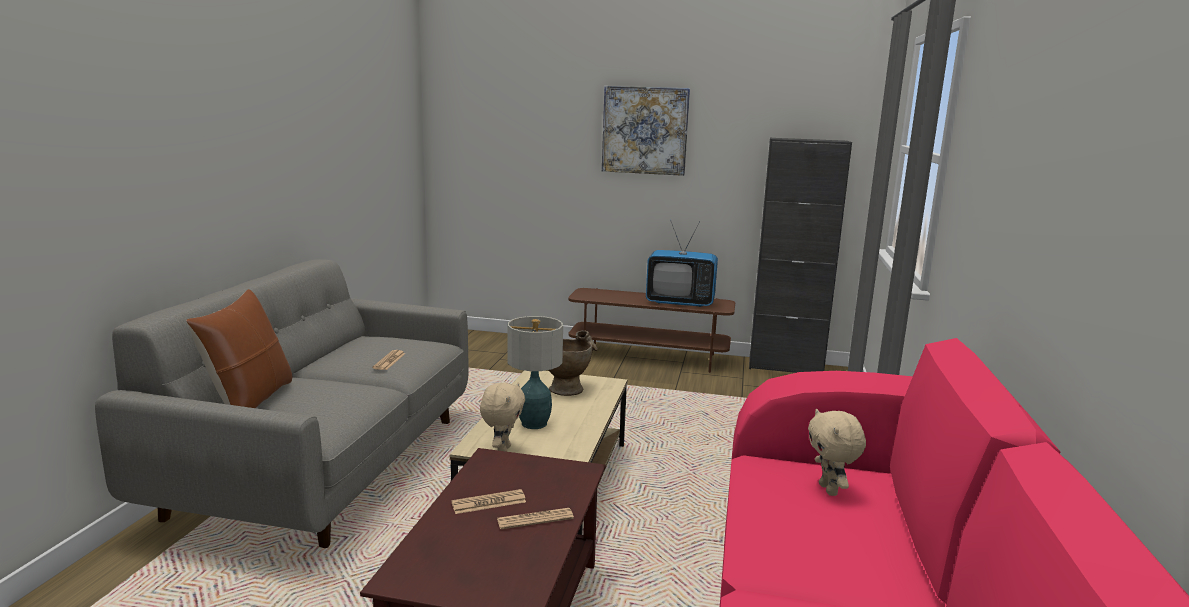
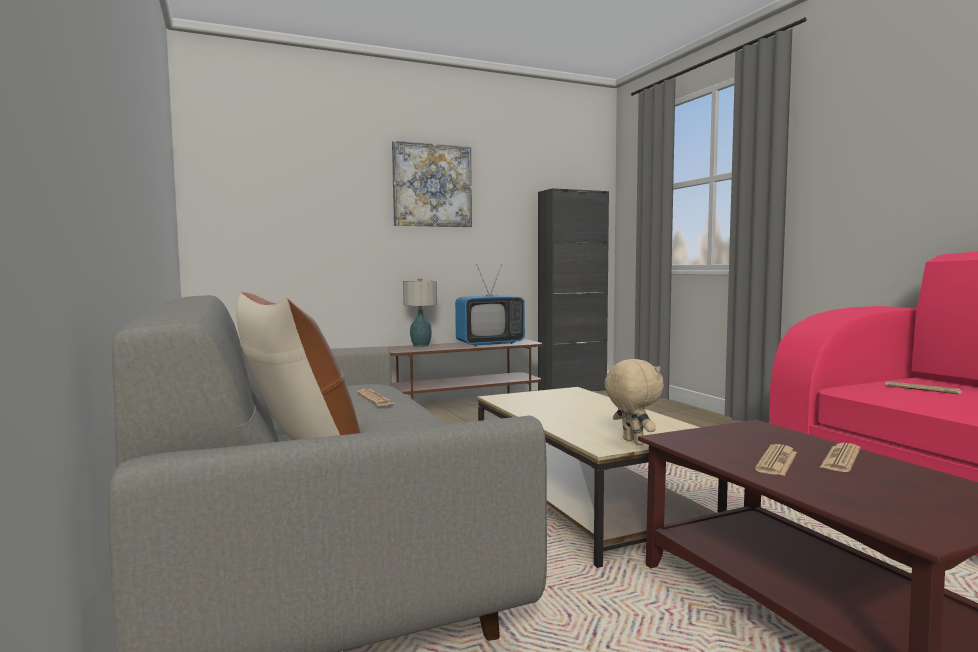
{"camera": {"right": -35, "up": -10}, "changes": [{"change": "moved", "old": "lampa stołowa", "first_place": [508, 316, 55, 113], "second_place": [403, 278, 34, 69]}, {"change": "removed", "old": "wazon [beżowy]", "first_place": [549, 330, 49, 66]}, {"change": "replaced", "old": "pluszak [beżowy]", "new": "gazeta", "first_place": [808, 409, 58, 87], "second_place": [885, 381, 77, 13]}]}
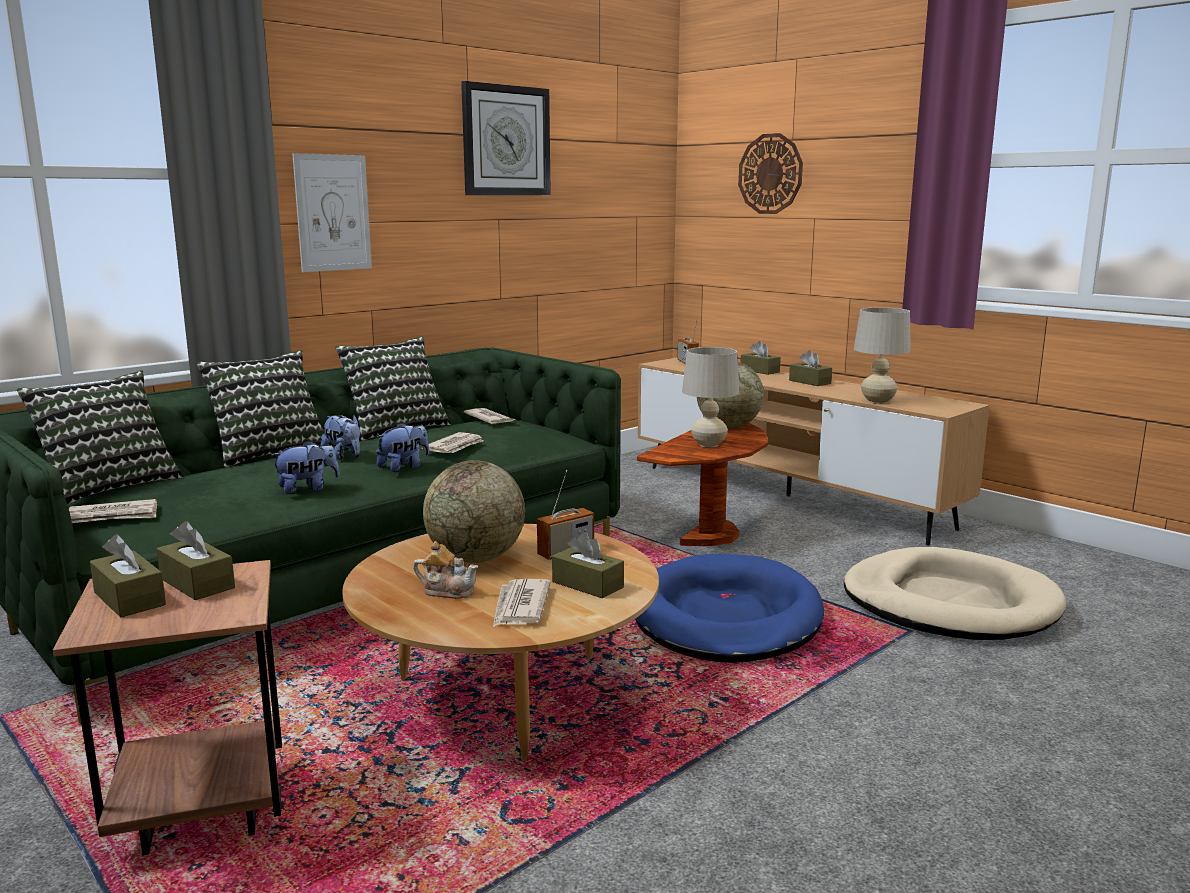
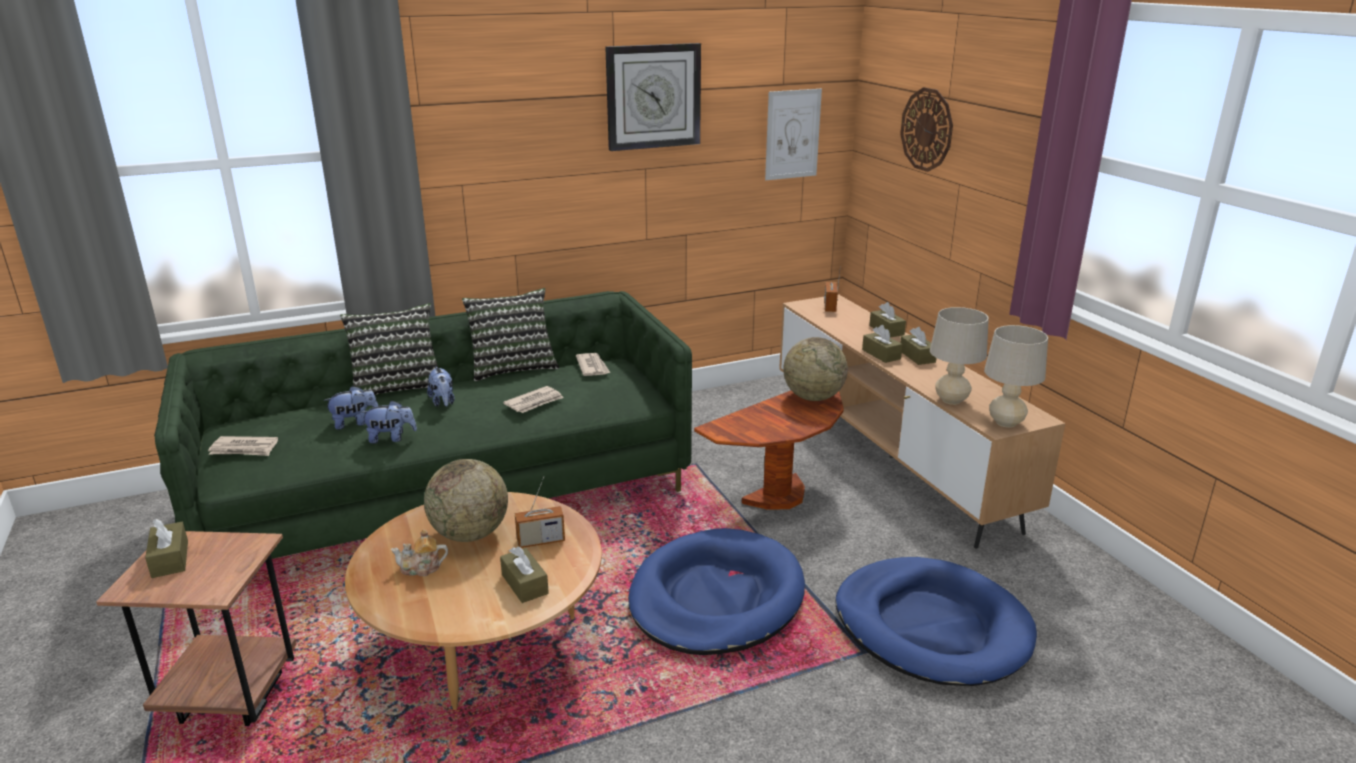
{"camera": {"right": 20, "up": 10}, "changes": [{"change": "removed", "old": "poduszka", "first_place": [17, 370, 167, 135]}, {"change": "moved", "old": "pudełko chusteczek [brązowy]", "first_place": [157, 521, 78, 79], "second_place": [862, 325, 41, 38]}, {"change": "moved", "old": "obraz", "first_place": [292, 153, 80, 119], "second_place": [765, 89, 57, 91]}, {"change": "moved", "old": "pluszak", "first_place": [376, 422, 53, 50], "second_place": [323, 386, 55, 44]}, {"change": "turned", "old": "imbryk", "first_place": [413, 541, 65, 58], "second_place": [391, 529, 57, 47], "degrees": 135}, {"change": "removed", "old": "gazeta", "first_place": [493, 579, 58, 48]}, {"change": "moved", "old": "lampa stołowa [beżowy]", "first_place": [682, 347, 57, 100], "second_place": [984, 325, 64, 103]}, {"change": "recoloured", "old": "legowisko [beżowy]", "new": "legowisko [niebieski]", "first_place": [844, 547, 223, 93], "second_place": [836, 557, 201, 129]}]}
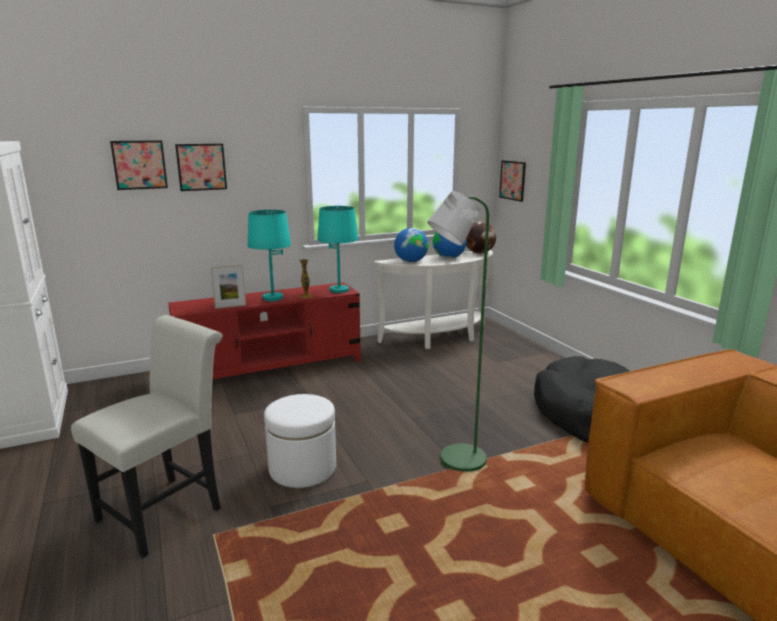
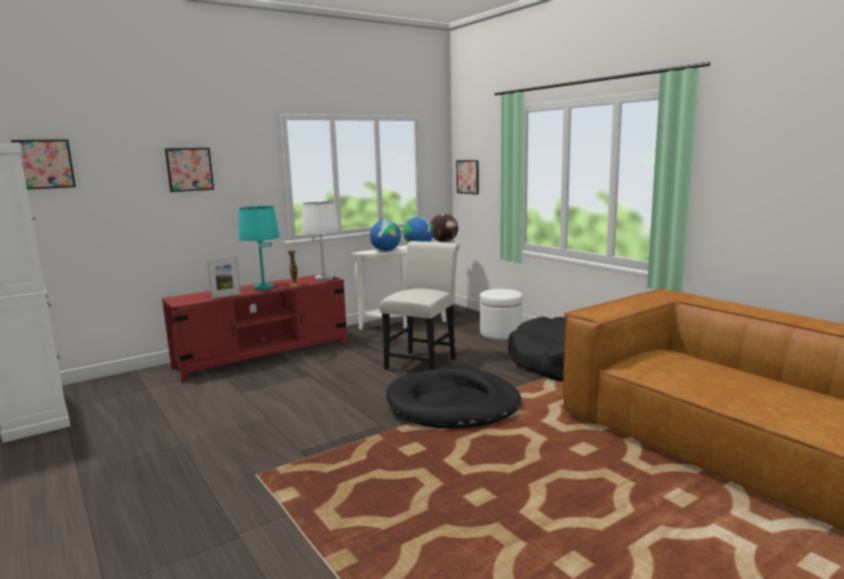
{"camera": {"right": -10, "up": -5}, "changes": [{"change": "moved", "old": "krzesło [biały]", "first_place": [71, 315, 152, 243], "second_place": [380, 241, 80, 129]}, {"change": "moved", "old": "obraz", "first_place": [110, 140, 58, 50], "second_place": [11, 139, 65, 51]}, {"change": "moved", "old": "pufa [biały]", "first_place": [264, 394, 72, 94], "second_place": [480, 289, 43, 51]}, {"change": "recoloured", "old": "lampa stołowa [turkusowy]", "new": "lampa stołowa [biały]", "first_place": [317, 206, 41, 87], "second_place": [302, 202, 38, 79]}, {"change": "replaced", "old": "lampa stojąca [zielony]", "new": "legowisko [czarny]", "first_place": [427, 191, 62, 281], "second_place": [386, 368, 136, 60]}]}
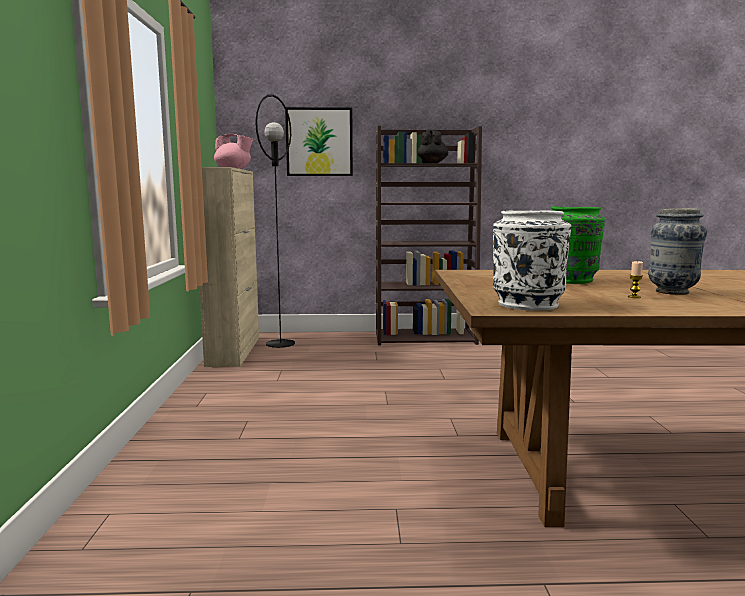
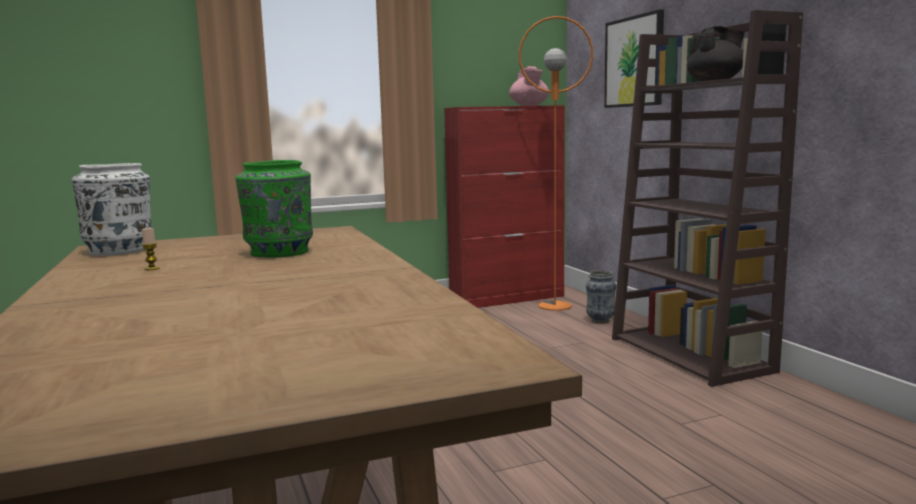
{"camera": {"right": 70, "up": 0}, "changes": [{"change": "recoloured", "old": "szafka [beżowy]", "new": "szafka [czerwony]", "first_place": [199, 167, 60, 200], "second_place": [444, 105, 121, 203]}, {"change": "recoloured", "old": "lampa stojąca [czarny]", "new": "lampa stojąca [pomarańczowy]", "first_place": [255, 94, 40, 254], "second_place": [519, 16, 74, 295]}, {"change": "moved", "old": "wazon", "first_place": [648, 208, 59, 87], "second_place": [586, 270, 30, 54]}]}
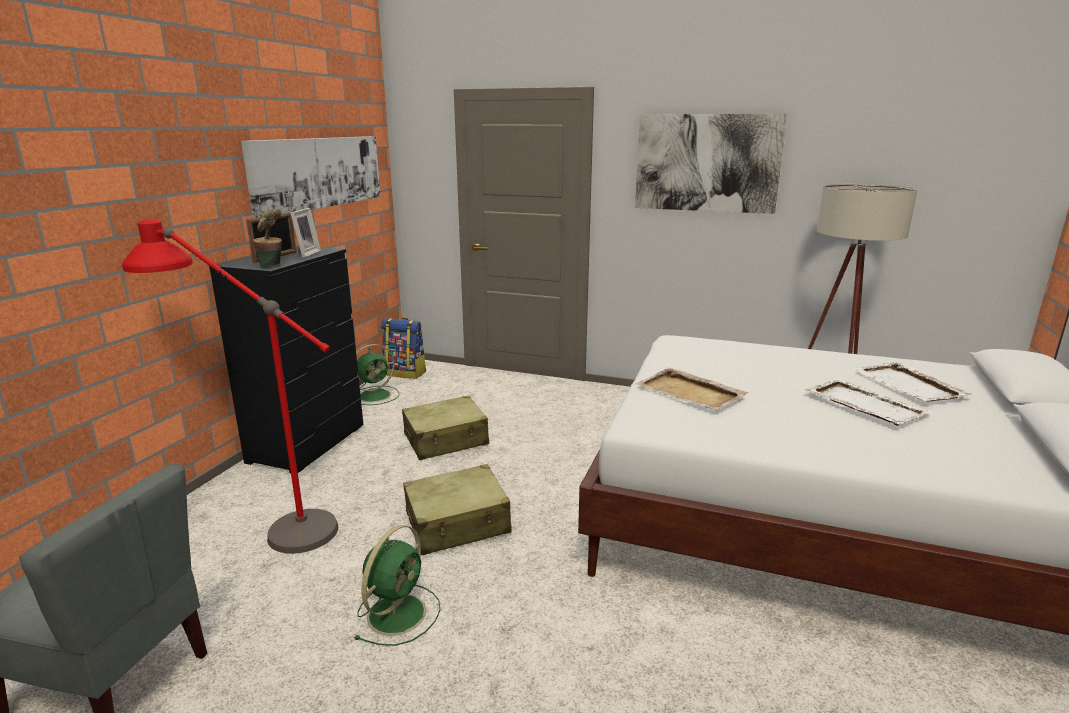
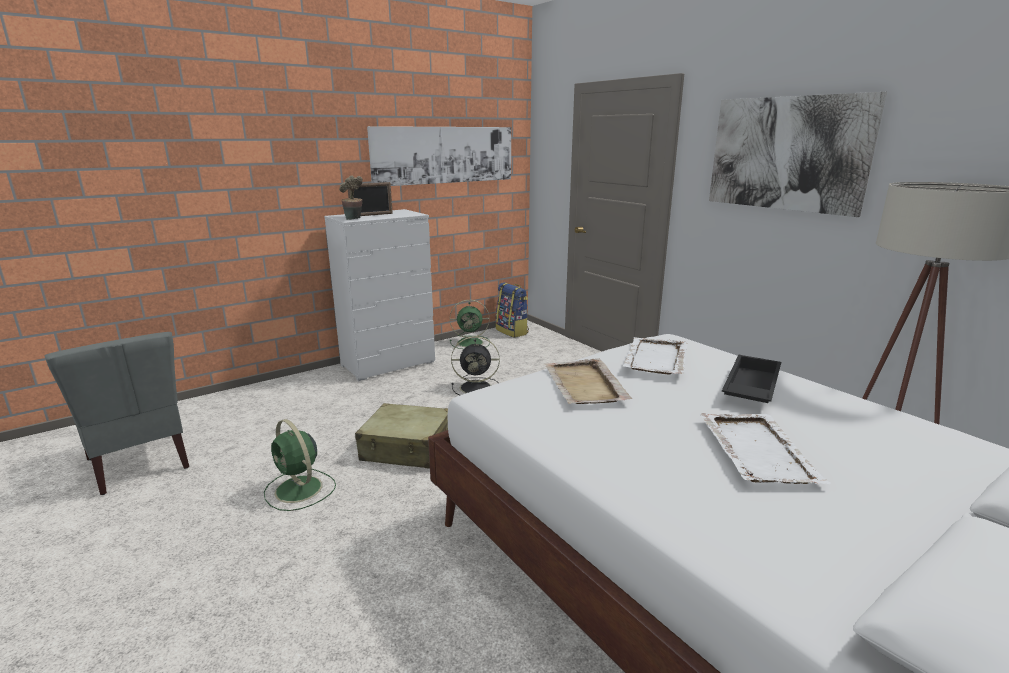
{"camera": {"right": 35, "up": 0}, "changes": [{"change": "removed", "old": "lampa stojąca [czerwony]", "first_place": [122, 219, 216, 335]}, {"change": "recoloured", "old": "komoda [czarny]", "new": "komoda [biały]", "first_place": [209, 245, 154, 228], "second_place": [324, 209, 111, 172]}, {"change": "removed", "old": "ramka na zdjęcie", "first_place": [291, 208, 30, 50]}, {"change": "turned", "old": "wentylator [zielony]", "first_place": [353, 525, 87, 121], "second_place": [264, 419, 72, 92], "degrees": 75}, {"change": "replaced", "old": "walizka [beżowy]", "new": "wentylator [czarny]", "first_place": [402, 396, 87, 64], "second_place": [451, 336, 49, 59]}, {"change": "moved", "old": "taca [biały]", "first_place": [854, 362, 119, 40], "second_place": [623, 337, 65, 37]}, {"change": "added", "new": "taca [czarny]", "second_place": [722, 354, 59, 49]}]}
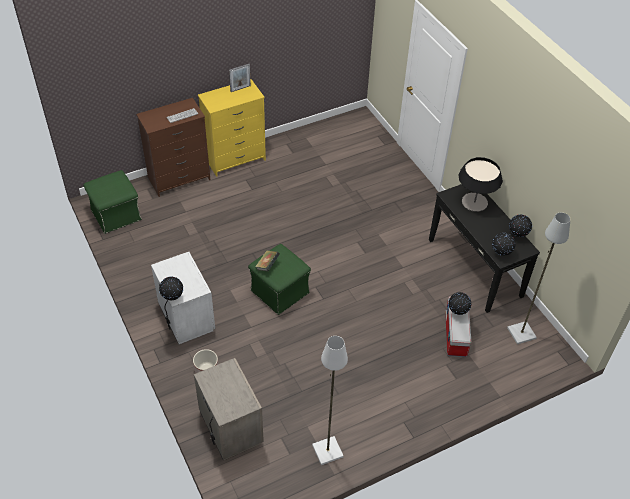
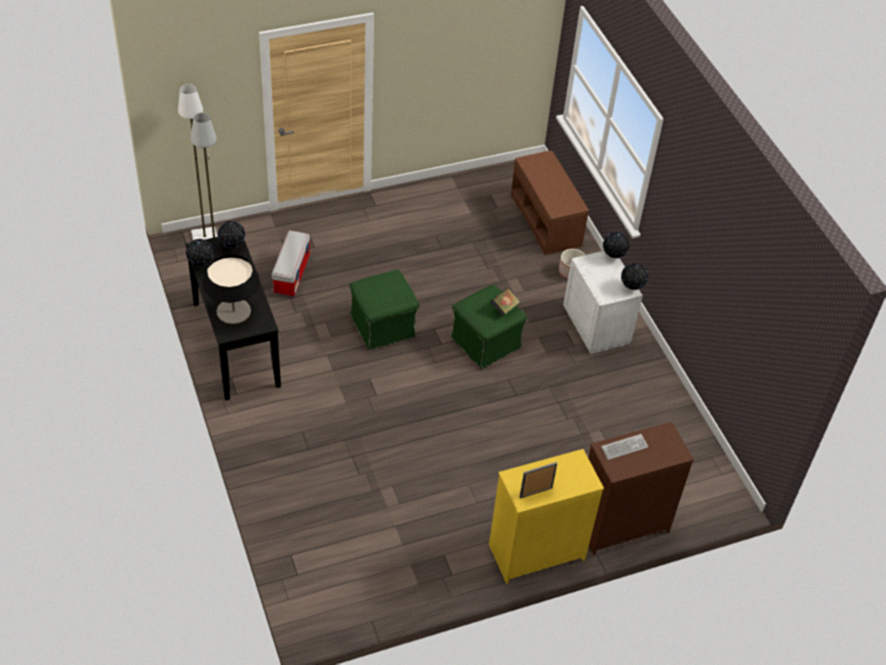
{"camera": {"right": -175, "up": 0}, "changes": [{"change": "moved", "old": "pufa [zielony]", "first_place": [83, 170, 59, 64], "second_place": [349, 270, 70, 80]}, {"change": "replaced", "old": "szafka nocna [beżowy]", "new": "ławka [brązowy]", "first_place": [194, 358, 70, 103], "second_place": [511, 150, 78, 105]}, {"change": "moved", "old": "lampa stojąca [biały]", "first_place": [312, 336, 36, 129], "second_place": [178, 84, 39, 156]}, {"change": "moved", "old": "globus", "first_place": [448, 292, 23, 23], "second_place": [621, 263, 27, 27]}]}
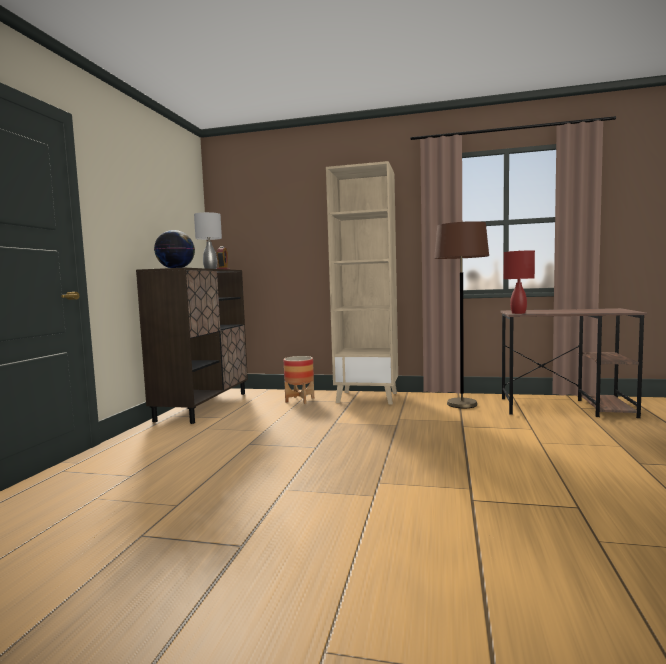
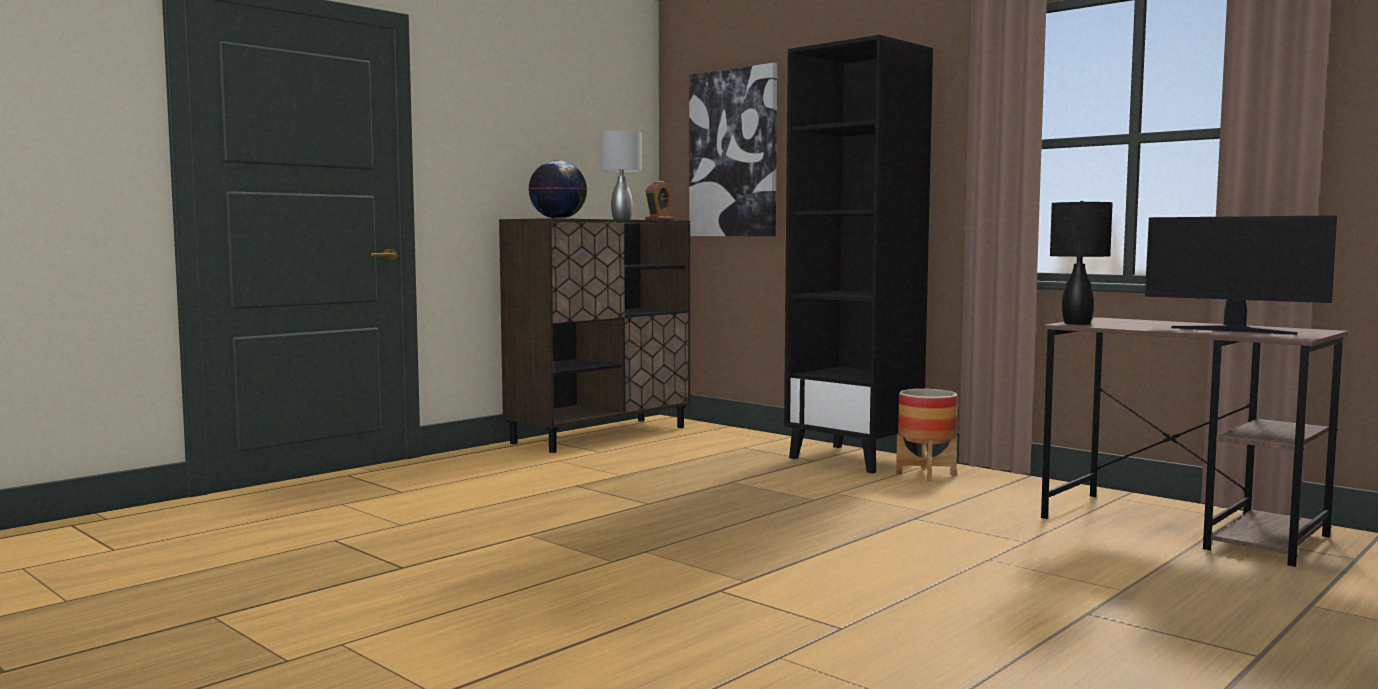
{"camera": {"right": 30, "up": 0}, "changes": [{"change": "moved", "old": "donica", "first_place": [284, 356, 30, 48], "second_place": [896, 389, 61, 92]}, {"change": "recoloured", "old": "regał [beżowy]", "new": "regał [czarny]", "first_place": [326, 161, 72, 243], "second_place": [784, 35, 149, 439]}, {"change": "removed", "old": "lampa stojąca [brązowy]", "first_place": [434, 221, 55, 187]}, {"change": "recoloured", "old": "lampa stołowa [czerwony]", "new": "lampa stołowa [czarny]", "first_place": [504, 250, 31, 64], "second_place": [1050, 201, 63, 124]}, {"change": "added", "new": "obraz", "second_place": [689, 63, 88, 173]}, {"change": "added", "new": "monitor", "second_place": [1145, 215, 192, 120]}]}
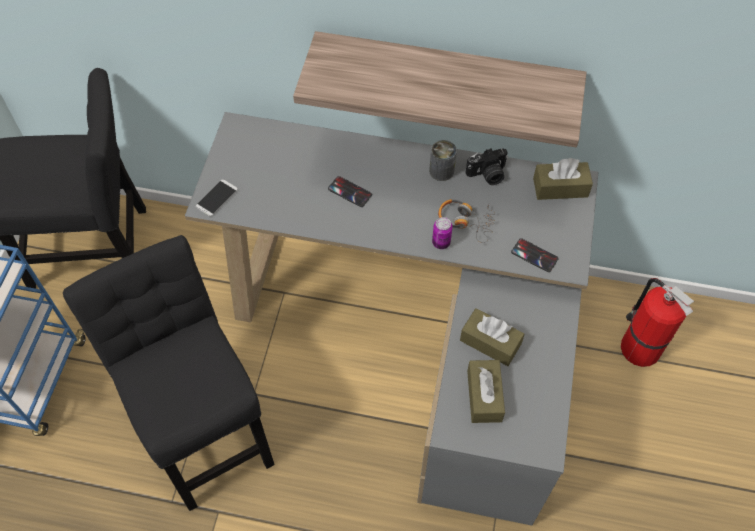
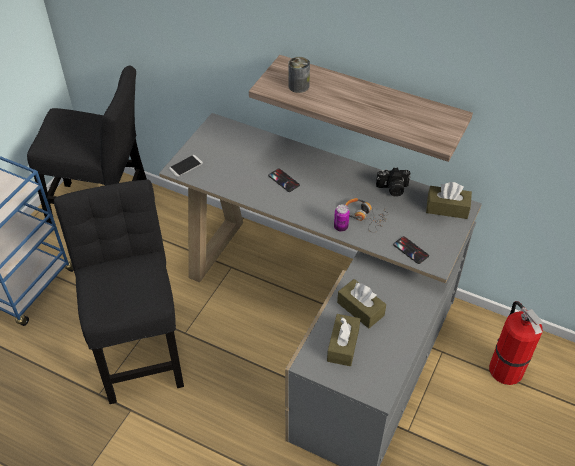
{"camera": {"right": 15, "up": -10}, "changes": [{"change": "moved", "old": "puszka", "first_place": [429, 140, 28, 41], "second_place": [288, 57, 22, 36]}]}
